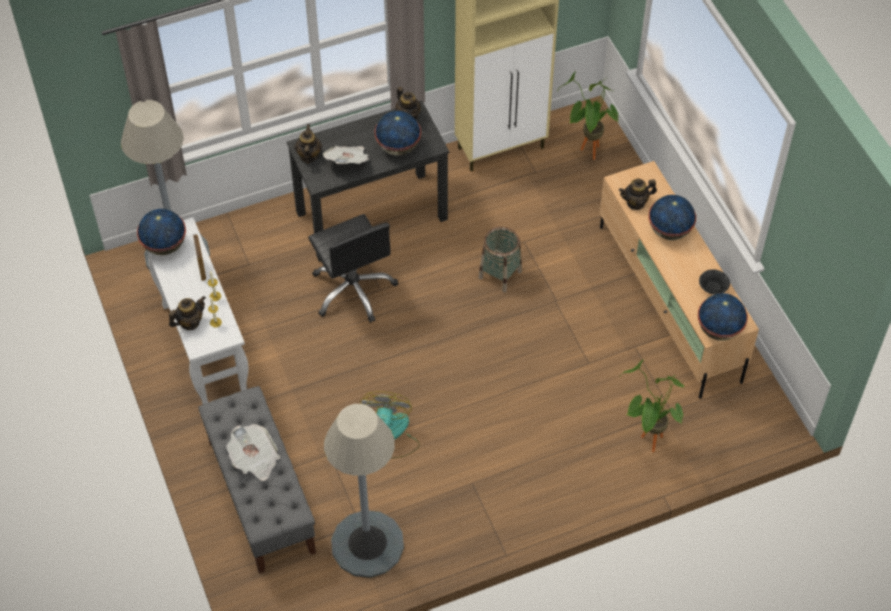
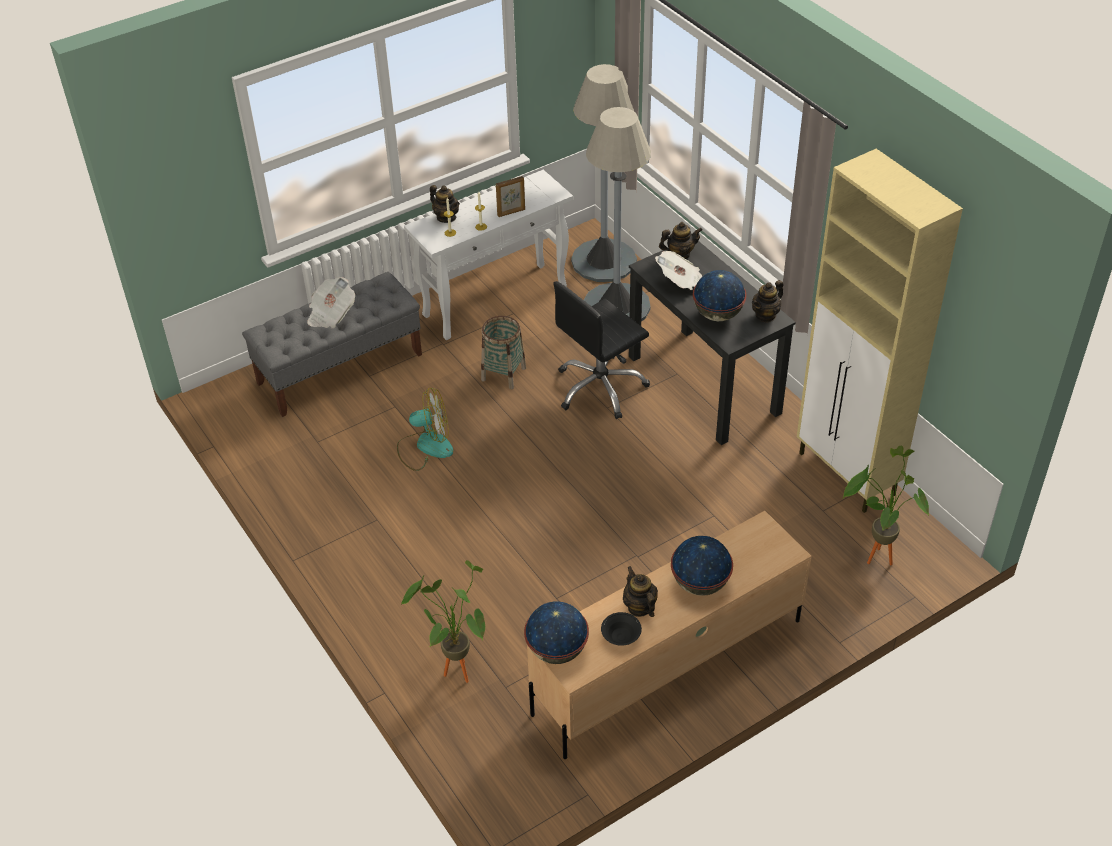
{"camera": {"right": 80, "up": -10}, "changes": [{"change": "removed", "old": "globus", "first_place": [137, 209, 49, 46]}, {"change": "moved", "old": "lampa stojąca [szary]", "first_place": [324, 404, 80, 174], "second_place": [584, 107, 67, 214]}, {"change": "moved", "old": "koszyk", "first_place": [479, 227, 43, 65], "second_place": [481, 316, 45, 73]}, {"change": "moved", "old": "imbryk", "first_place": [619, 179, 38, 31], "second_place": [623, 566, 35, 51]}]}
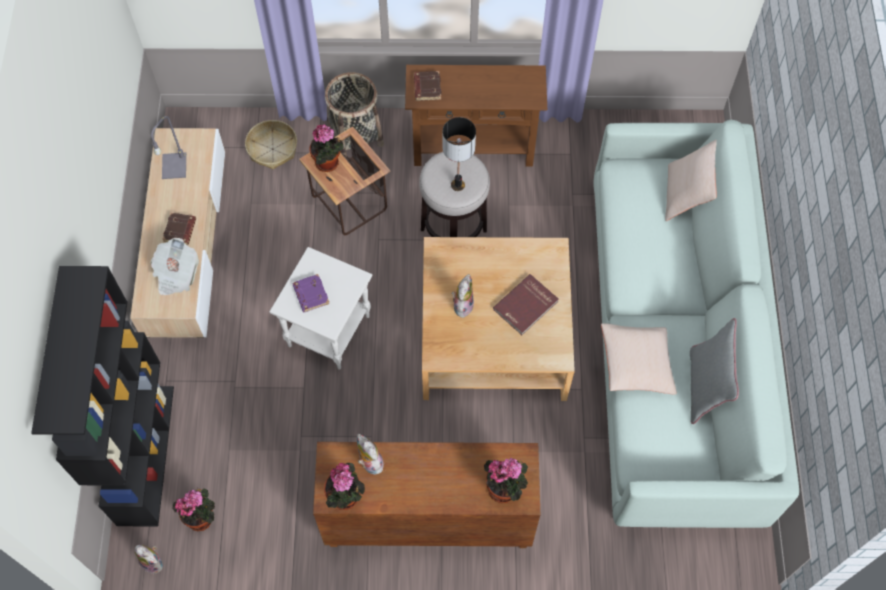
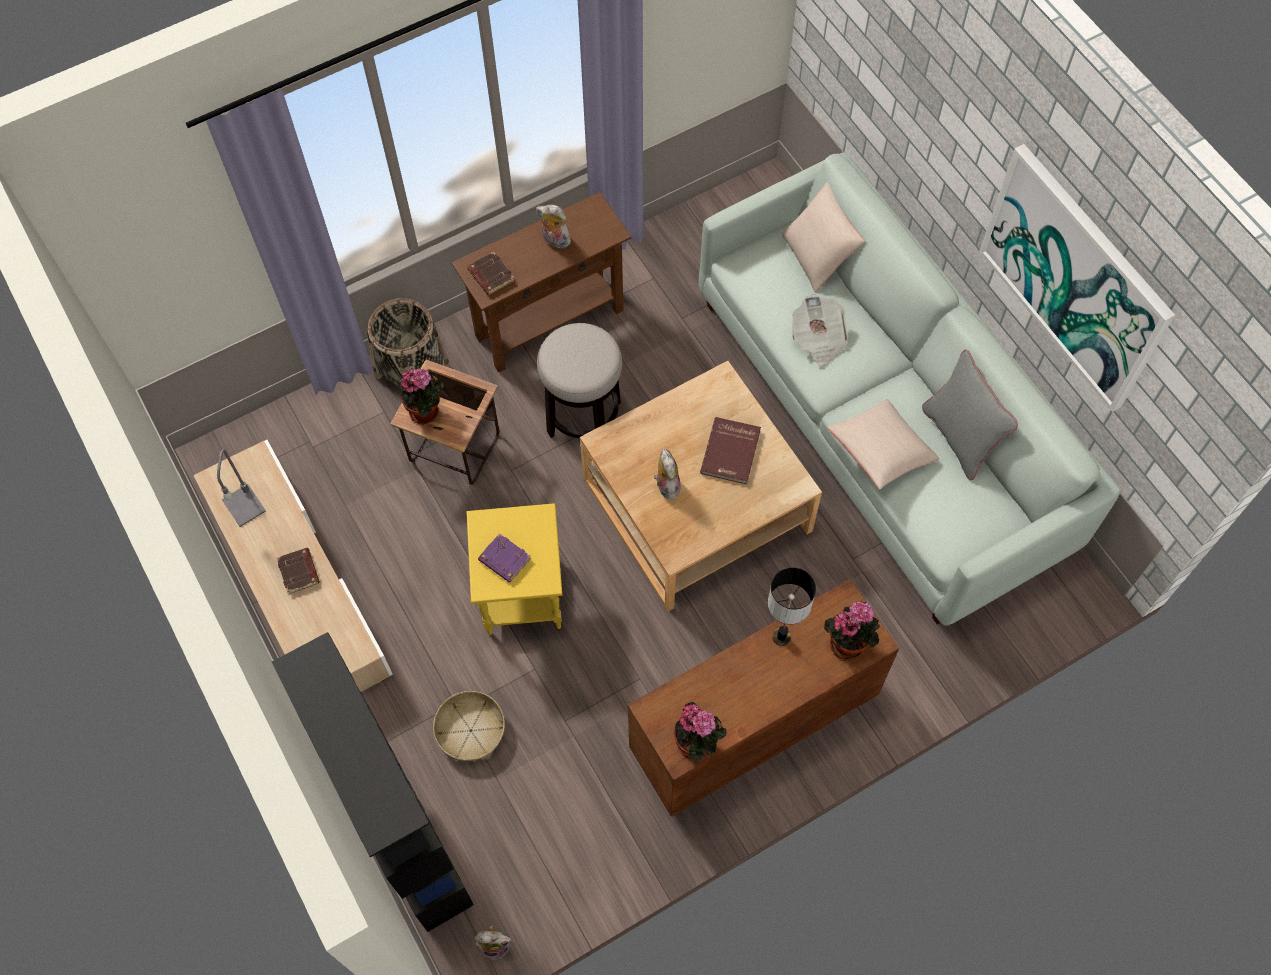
{"camera": {"right": -30, "up": 0}, "changes": [{"change": "moved", "old": "gazeta", "first_place": [151, 238, 48, 57], "second_place": [792, 294, 56, 72]}, {"change": "removed", "old": "roślina doniczkowa", "first_place": [173, 488, 42, 43]}, {"change": "moved", "old": "koszyk", "first_place": [245, 120, 52, 49], "second_place": [433, 691, 72, 70]}, {"change": "recoloured", "old": "stolik [biały]", "new": "stolik [żółty]", "first_place": [269, 247, 103, 122], "second_place": [466, 503, 97, 132]}, {"change": "moved", "old": "pluszak", "first_place": [357, 434, 27, 41], "second_place": [536, 205, 35, 43]}, {"change": "moved", "old": "lampa stołowa", "first_place": [443, 117, 33, 74], "second_place": [768, 567, 48, 79]}, {"change": "added", "new": "obraz", "second_place": [979, 144, 196, 268]}]}
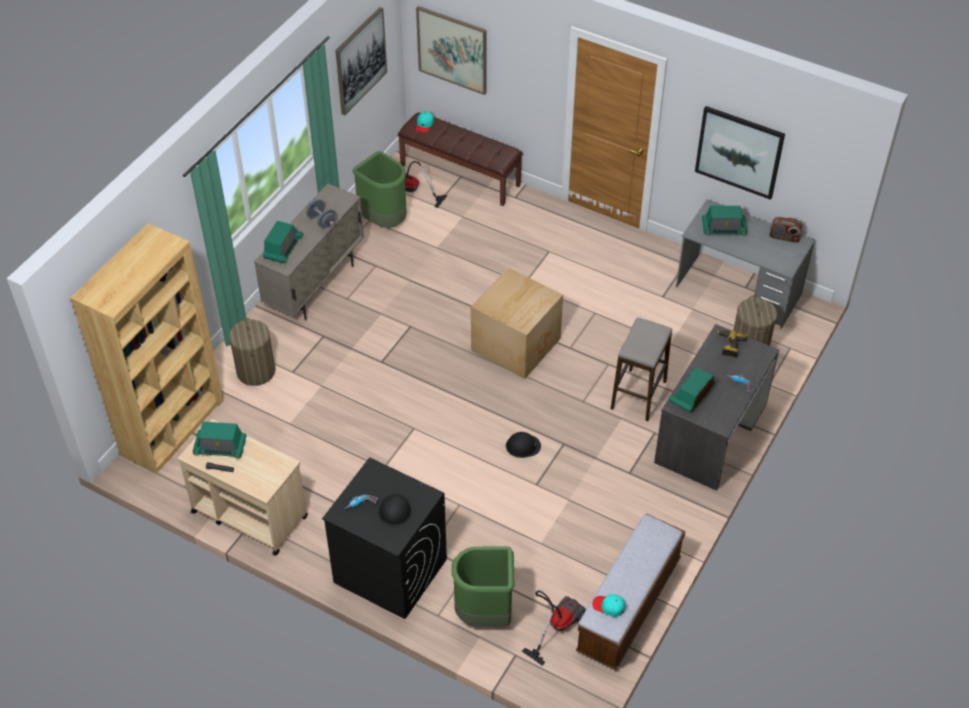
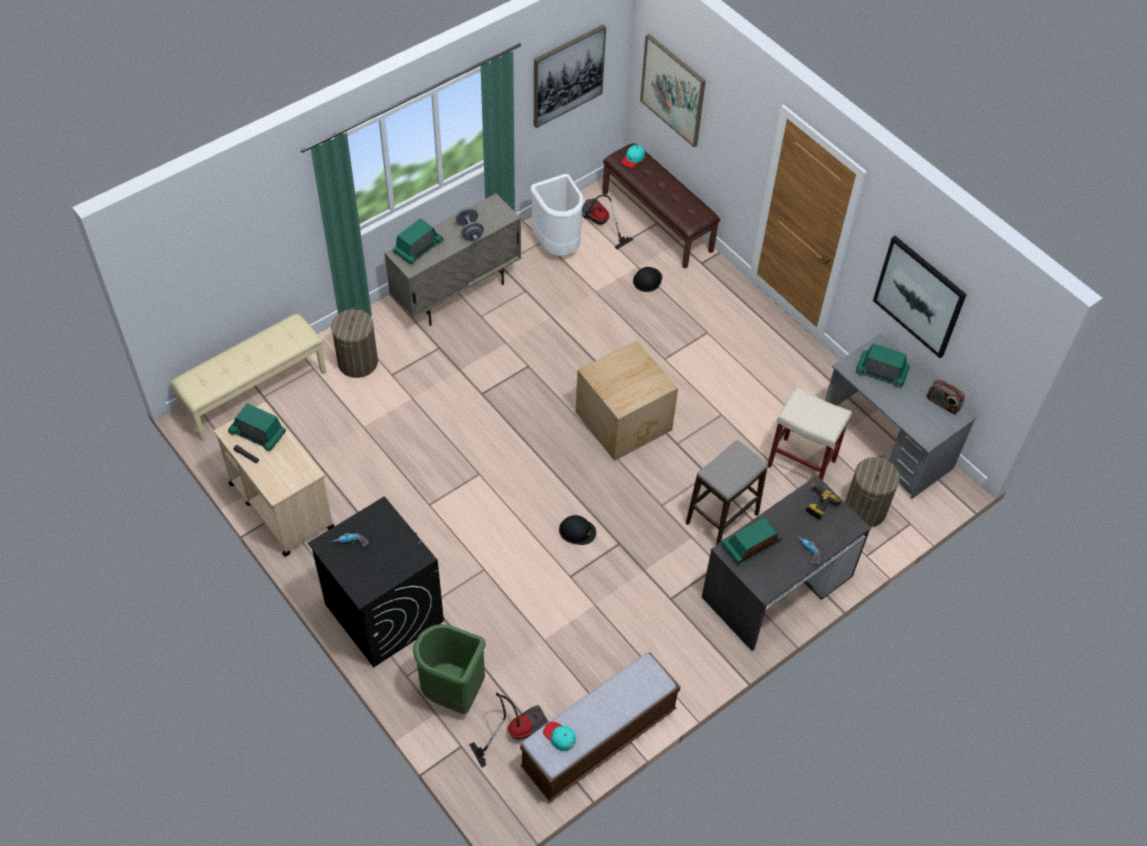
{"camera": {"right": 20, "up": 5}, "changes": [{"change": "replaced", "old": "regał [brązowy]", "new": "ławka [beżowy]", "first_place": [70, 223, 154, 251], "second_place": [170, 314, 156, 127]}, {"change": "recoloured", "old": "kosz na śmieci [zielony]", "new": "kosz na śmieci [biały]", "first_place": [353, 151, 54, 77], "second_place": [531, 174, 53, 82]}, {"change": "moved", "old": "kask [czarny]", "first_place": [378, 493, 34, 33], "second_place": [633, 267, 29, 25]}, {"change": "added", "new": "stołek [beżowy]", "second_place": [768, 387, 84, 94]}]}
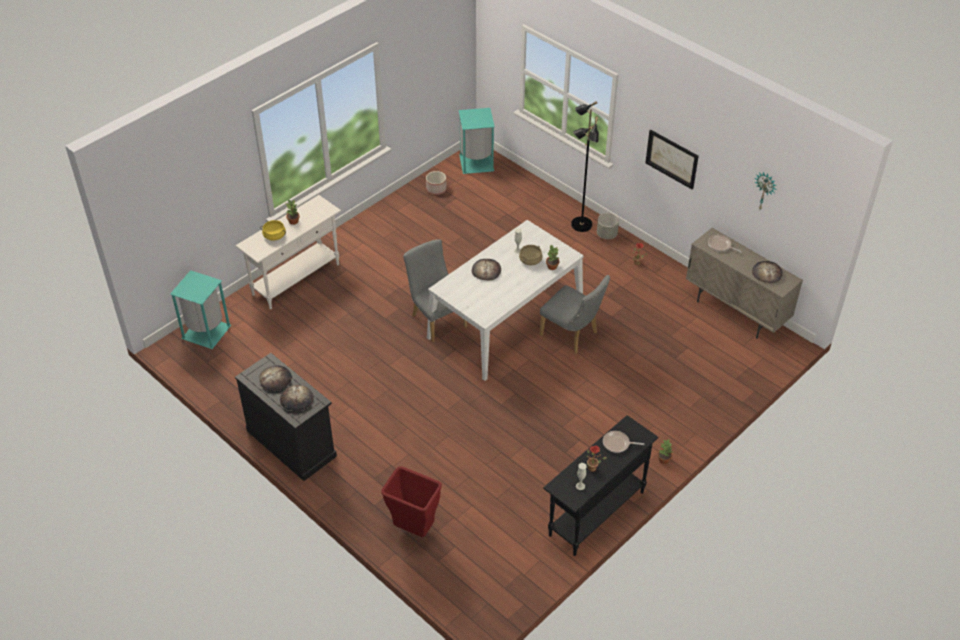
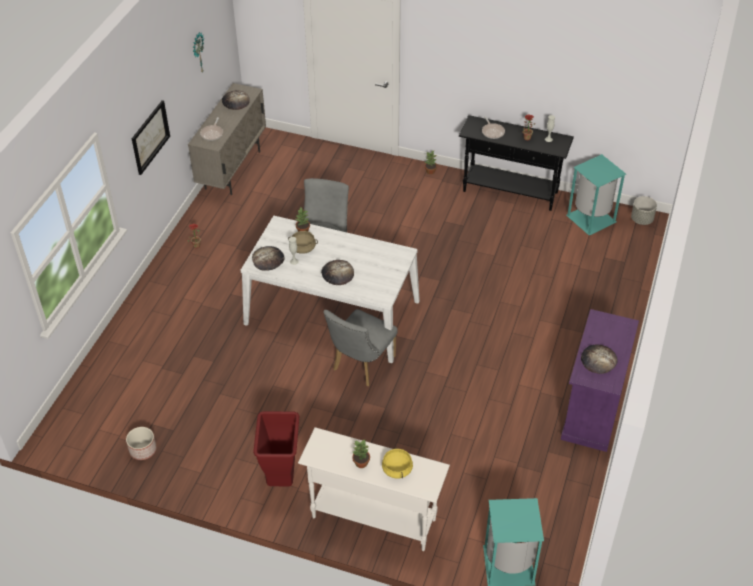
{"camera": {"right": -115, "up": 0}, "changes": [{"change": "recoloured", "old": "szafka [czarny]", "new": "szafka [fioletowy]", "first_place": [235, 353, 102, 128], "second_place": [561, 309, 78, 143]}, {"change": "moved", "old": "chleb", "first_place": [280, 385, 33, 26], "second_place": [252, 246, 33, 25]}, {"change": "moved", "old": "kosz na śmieci [czerwony]", "first_place": [381, 466, 61, 71], "second_place": [253, 411, 46, 75]}, {"change": "moved", "old": "kosz na śmieci [turkusowy]", "first_place": [459, 108, 36, 66], "second_place": [566, 154, 60, 82]}, {"change": "removed", "old": "lampa stojąca [czarny]", "first_place": [571, 101, 28, 131]}, {"change": "moved", "old": "donica [szary]", "first_place": [597, 213, 22, 26], "second_place": [631, 196, 26, 29]}]}
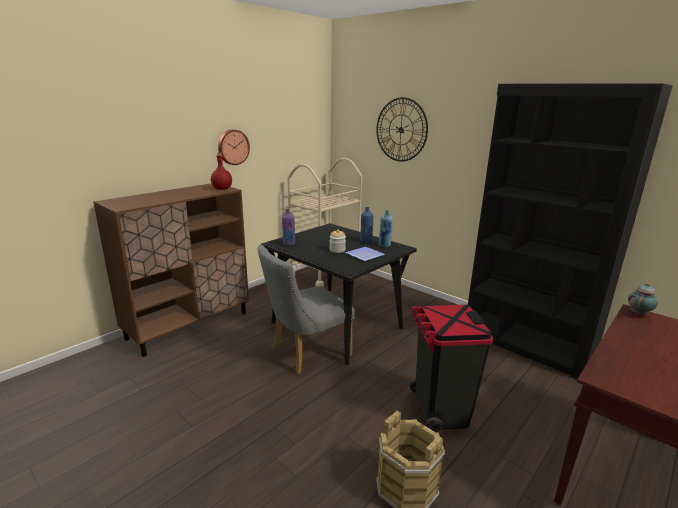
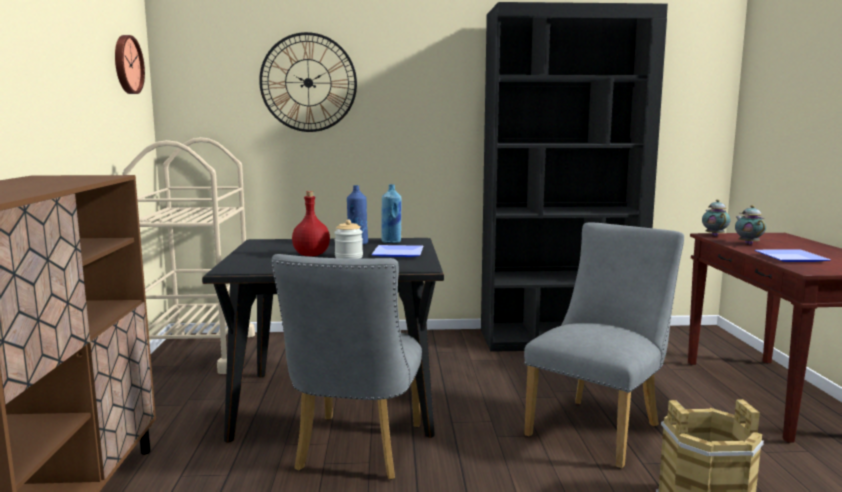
{"camera": {"right": -45, "up": -10}, "changes": [{"change": "moved", "old": "butelka [czerwony]", "first_place": [211, 152, 21, 38], "second_place": [292, 191, 38, 65]}, {"change": "moved", "old": "zegar ścienny", "first_place": [218, 130, 32, 35], "second_place": [115, 35, 30, 59]}, {"change": "removed", "old": "butelka [fioletowy]", "first_place": [282, 209, 13, 37]}, {"change": "replaced", "old": "kosz na śmieci [czarny]", "new": "krzesło [szary]", "first_place": [410, 305, 83, 127], "second_place": [524, 223, 160, 246]}, {"change": "added", "new": "imbryk", "second_place": [735, 205, 31, 40]}, {"change": "added", "new": "talerz", "second_place": [755, 250, 76, 12]}]}
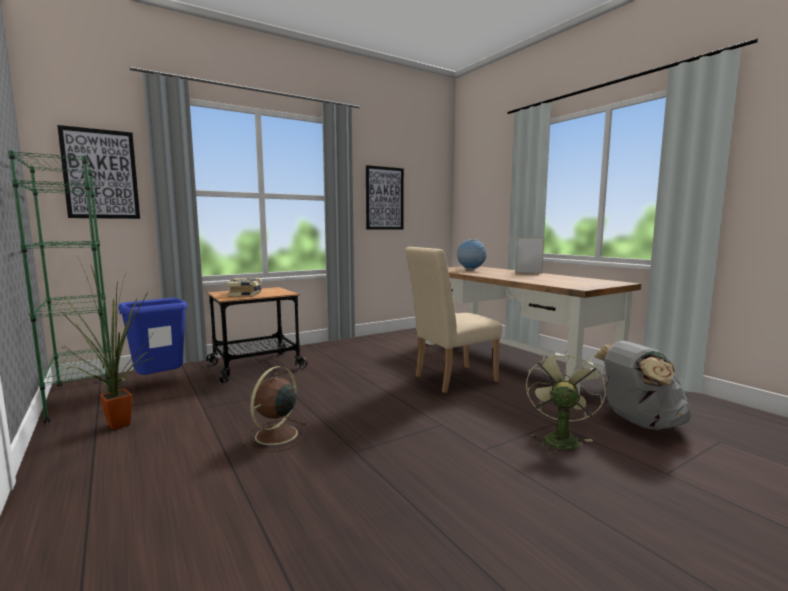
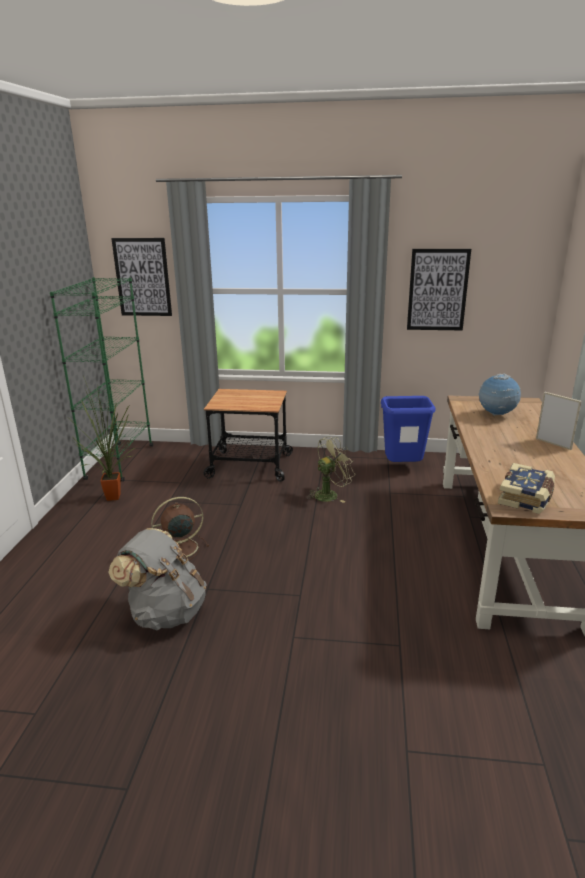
{"camera": {"right": 40, "up": 15}, "changes": [{"change": "moved", "old": "kosz na śmieci [niebieski]", "first_place": [118, 298, 70, 77], "second_place": [381, 396, 54, 66]}, {"change": "moved", "old": "książka", "first_place": [227, 278, 35, 18], "second_place": [498, 463, 57, 51]}, {"change": "removed", "old": "krzesło [beżowy]", "first_place": [405, 247, 97, 146]}, {"change": "moved", "old": "wentylator [zielony]", "first_place": [526, 350, 80, 103], "second_place": [307, 436, 48, 67]}, {"change": "moved", "old": "plecak [szary]", "first_place": [595, 341, 96, 89], "second_place": [108, 528, 99, 102]}]}
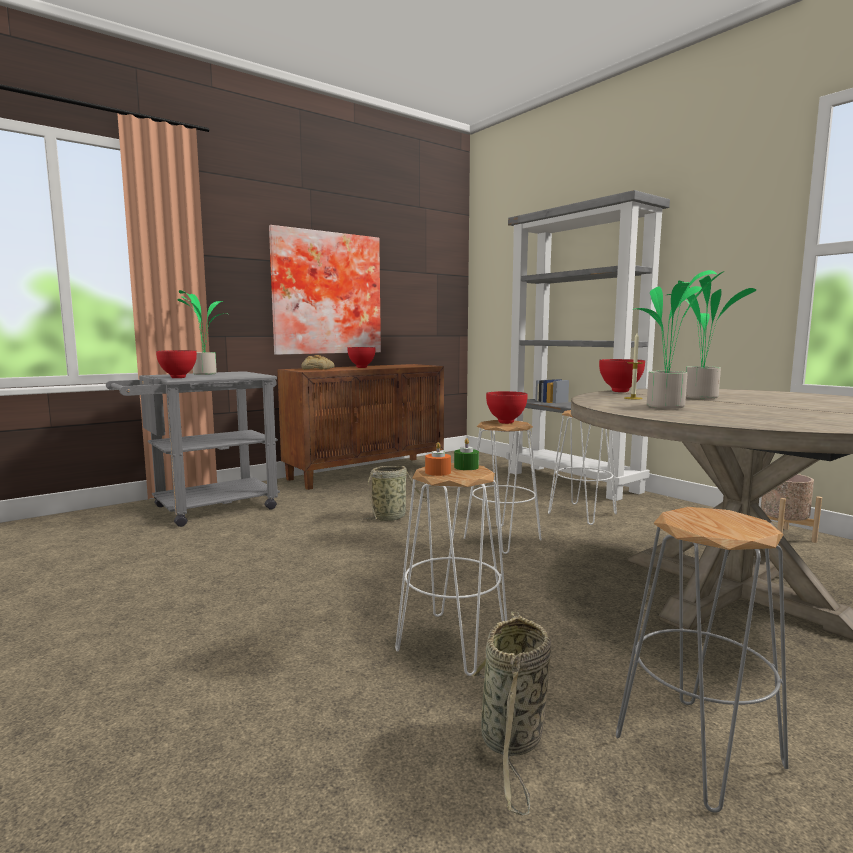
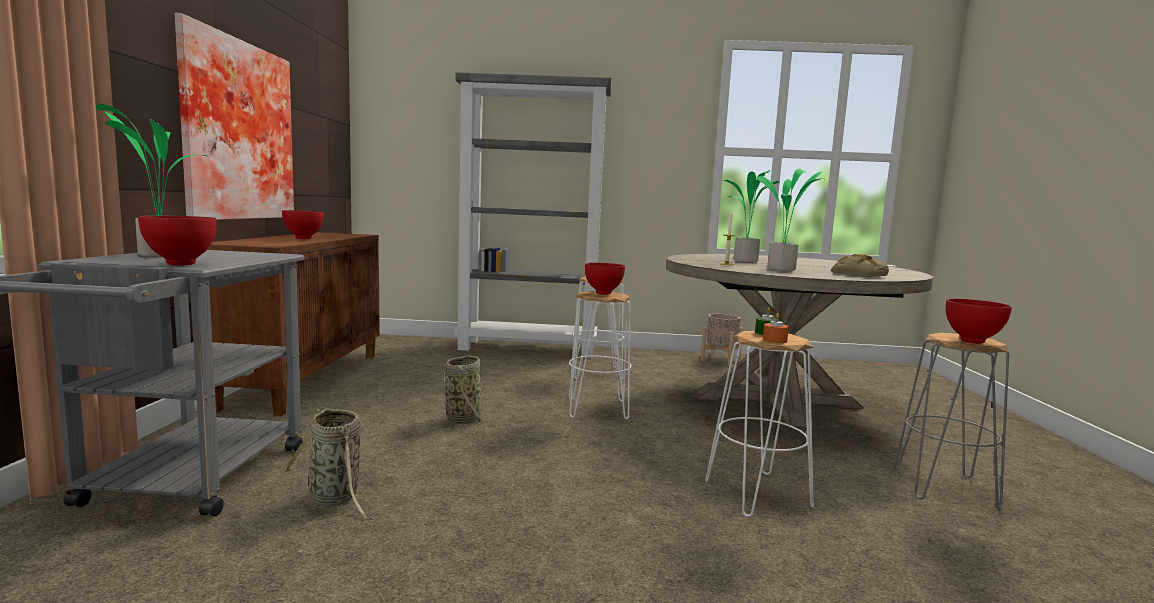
{"camera": {"right": -50, "up": 0}, "changes": [{"change": "moved", "old": "chleb", "first_place": [301, 355, 34, 15], "second_place": [831, 254, 58, 23]}, {"change": "moved", "old": "koszyk", "first_place": [470, 612, 81, 203], "second_place": [282, 407, 93, 113]}, {"change": "moved", "old": "miska [czerwony]", "first_place": [599, 359, 46, 33], "second_place": [946, 299, 66, 45]}]}
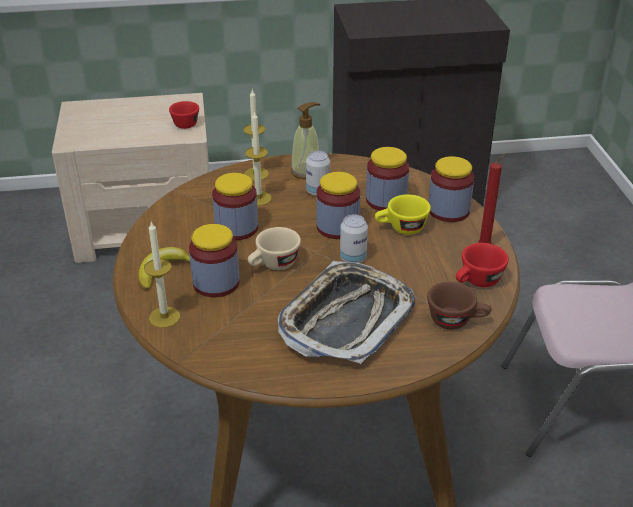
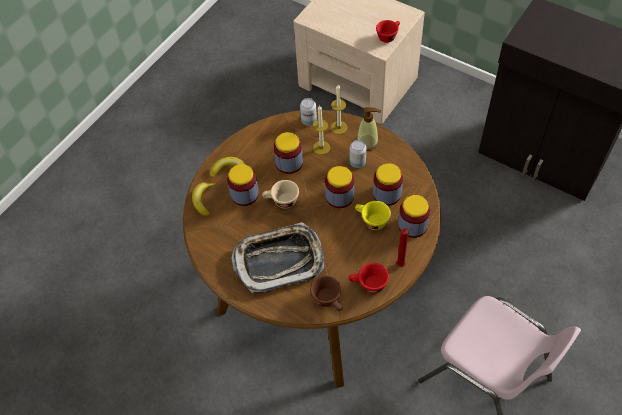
{"camera": {"right": 45, "up": 20}, "changes": [{"change": "replaced", "old": "świeca", "new": "banan", "first_place": [144, 221, 36, 107], "second_place": [192, 182, 24, 34]}, {"change": "moved", "old": "puszka", "first_place": [340, 215, 28, 48], "second_place": [300, 98, 17, 28]}]}
